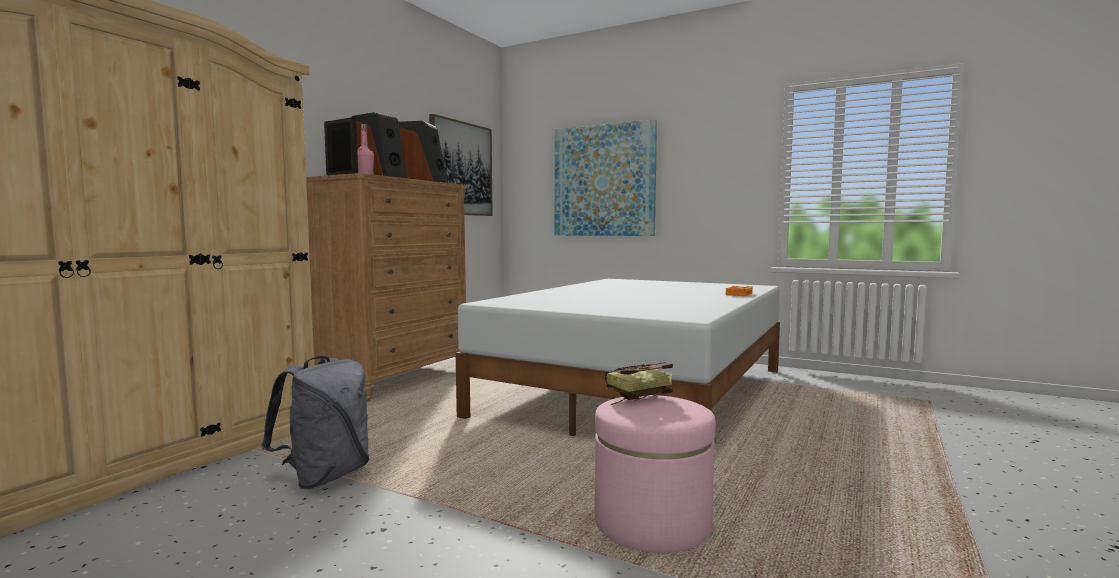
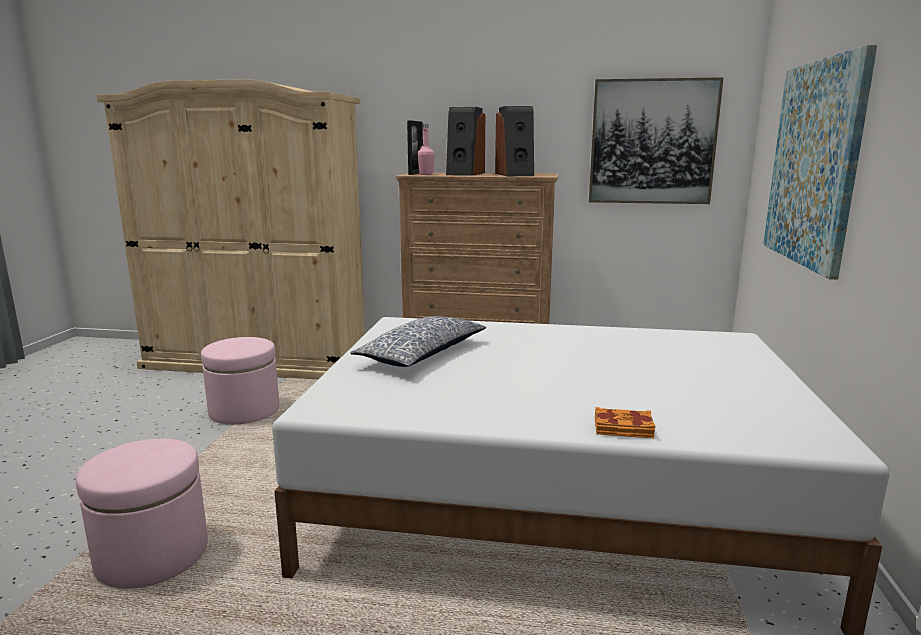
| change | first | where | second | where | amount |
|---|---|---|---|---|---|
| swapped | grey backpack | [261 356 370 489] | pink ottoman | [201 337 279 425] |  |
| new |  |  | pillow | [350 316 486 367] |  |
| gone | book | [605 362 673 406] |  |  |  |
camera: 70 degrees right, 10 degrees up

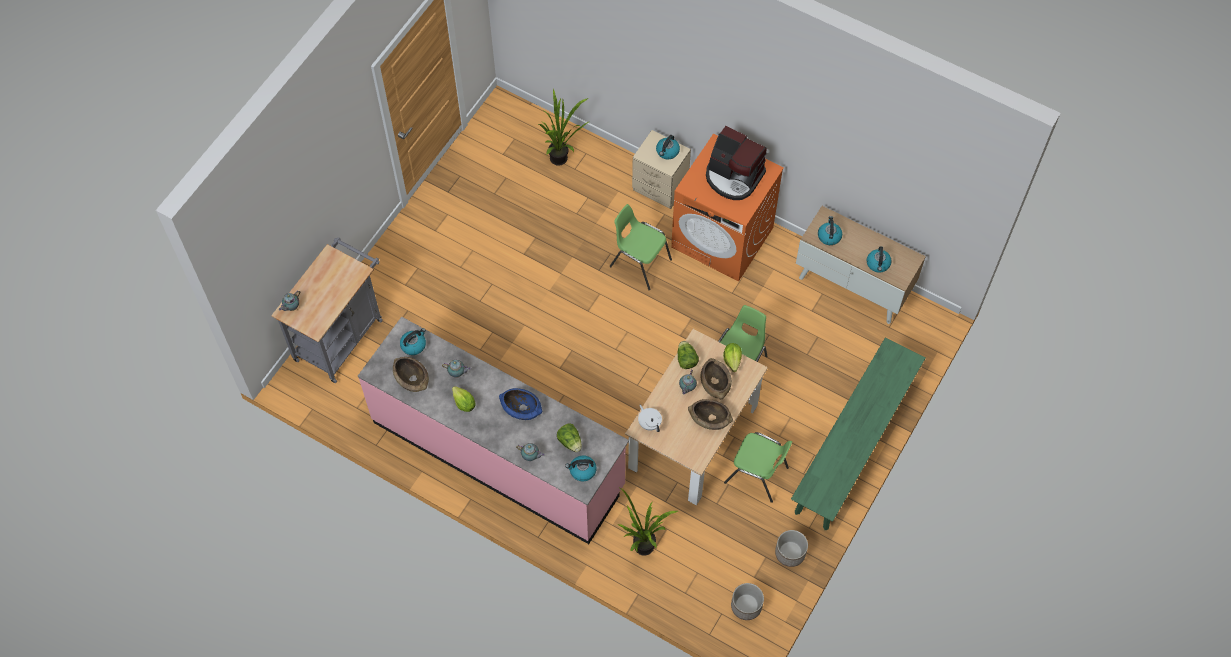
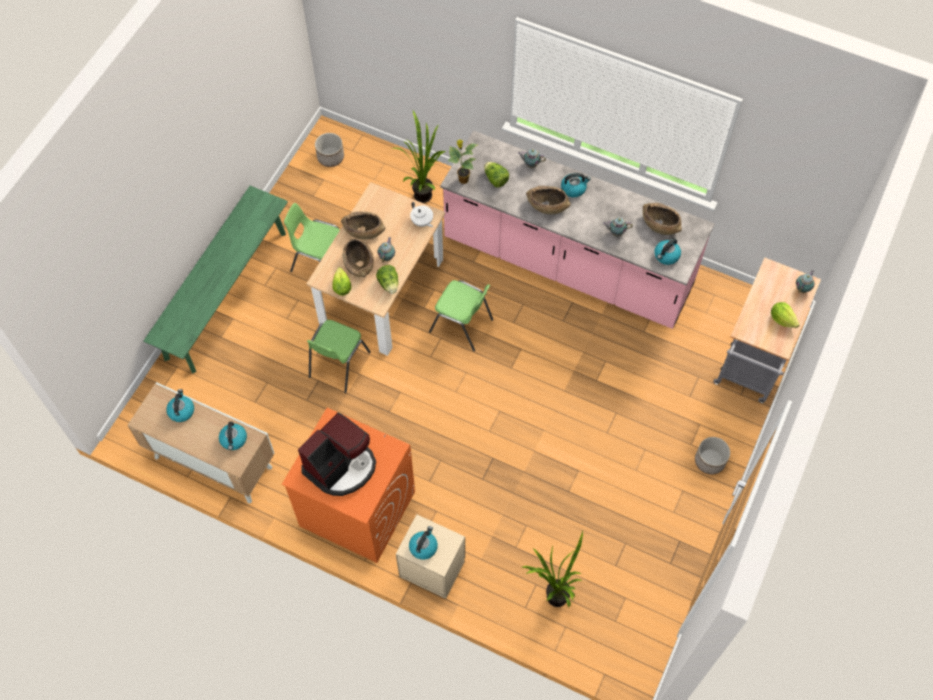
| change | first | where | second | where | amount |
|---|---|---|---|---|---|
| rotated | coffee machine | [706 126 767 200] |  | [298 412 376 496] | 105 degrees clockwise |
| shifted | green chair | [610 204 672 290] |  | [429 280 493 352] |  |
| new |  |  | potted plant | [448 139 477 184] |  |
| repainted | blue bowl | [499 388 542 420] | brown bowl | [526 186 571 214] |  |
| shifted | kettle | [565 455 597 481] |  | [561 173 591 197] |  |
| shifted | planter | [775 530 808 567] |  | [695 437 730 475] |  |
| shifted | lettuce | [452 386 475 412] |  | [771 302 800 328] |  |
camera: 175 degrees right, 0 degrees up

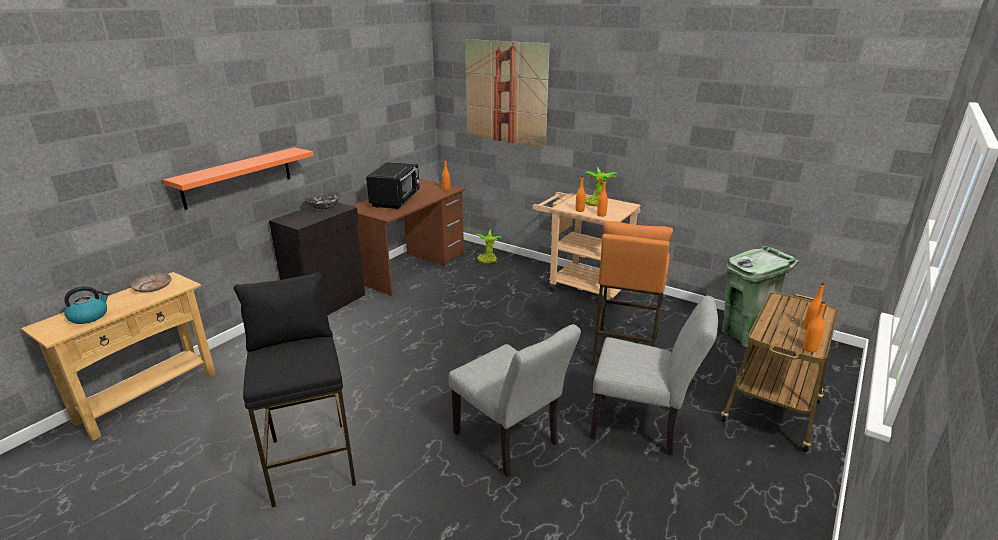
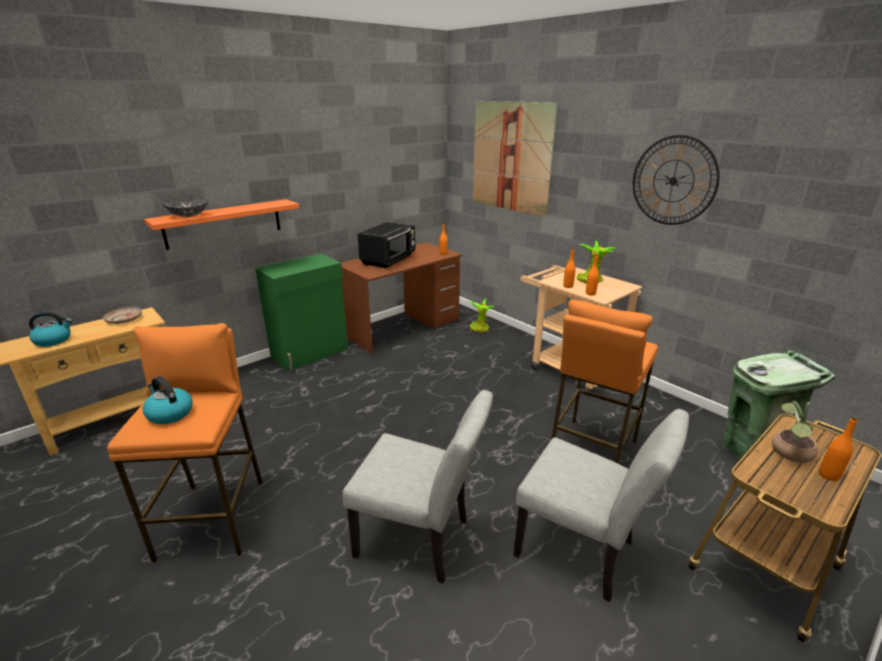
| change | first | where | second | where | amount |
|---|---|---|---|---|---|
| repainted | black stool | [233 272 356 507] | orange stool | [107 323 263 563] |  |
| new |  |  | kettle | [143 376 193 424] |  |
| shifted | bowl | [304 193 341 210] |  | [162 199 209 217] |  |
| repainted | black cabinet | [269 202 365 316] | green cabinet | [255 254 348 371] |  |
| rotated | grey chair | [449 324 581 477] |  | [342 390 493 584] | 45 degrees counterclockwise |
| new |  |  | wall clock | [633 135 720 225] |  |
| new |  |  | potted plant | [772 401 818 463] |  |
| gone | orange bottle | [803 301 825 352] |  |  |  |
camera: 15 degrees right, 0 degrees up

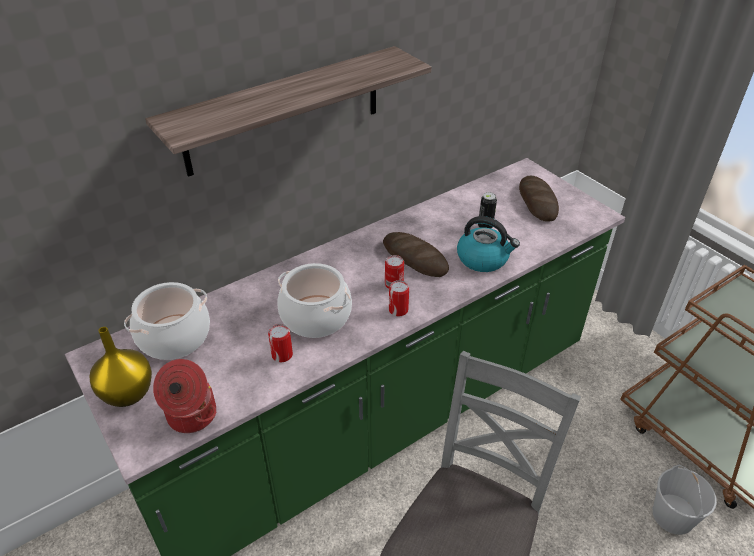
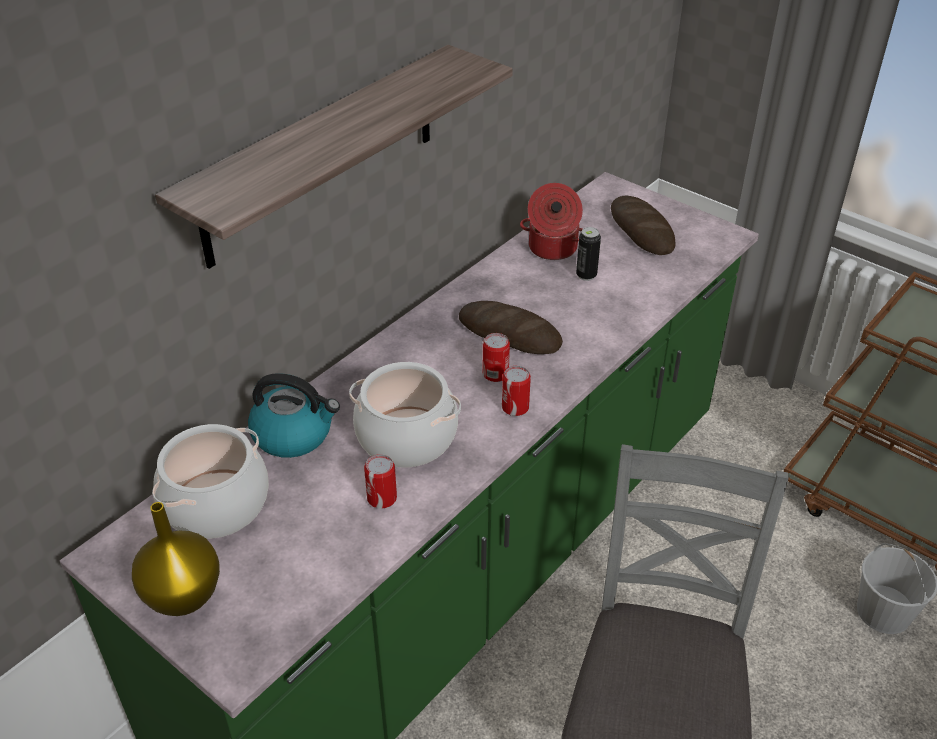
| change | first | where | second | where | amount |
|---|---|---|---|---|---|
| shifted | kettle | [457 216 520 272] |  | [248 373 340 458] |  |
| shifted | cooking pot | [153 359 216 433] |  | [520 183 583 260] |  |
camera: 15 degrees left, 0 degrees up

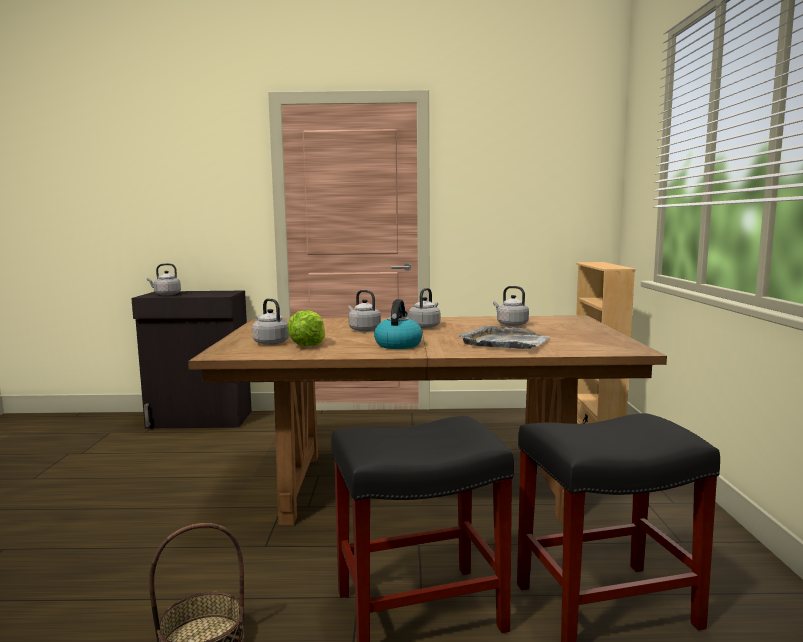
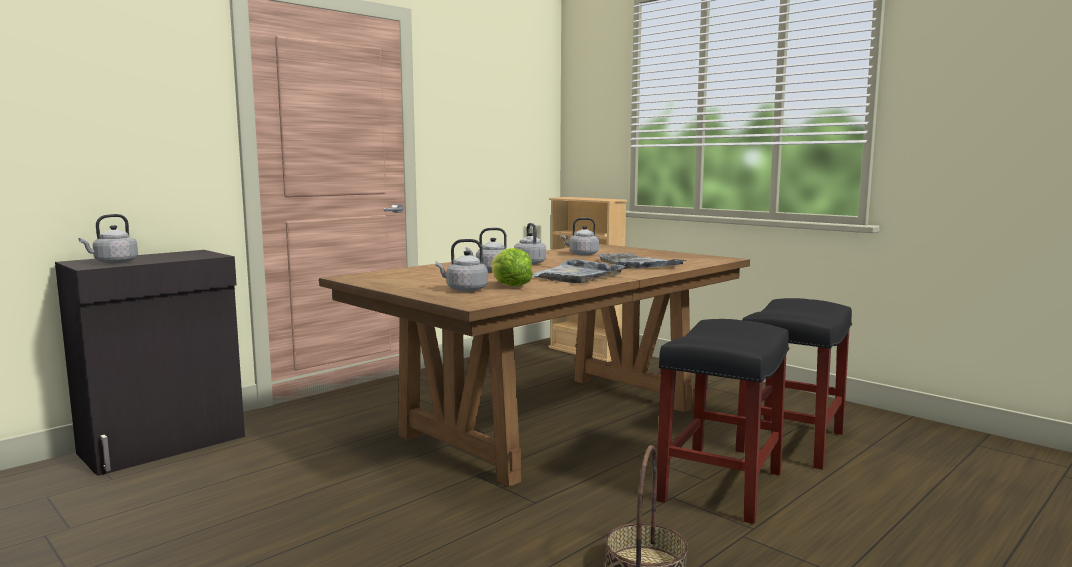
| change | first | where | second | where | amount |
|---|---|---|---|---|---|
| swapped | kettle | [374 299 423 349] | grey tray | [532 259 625 283] |  |
camera: 45 degrees left, 0 degrees up

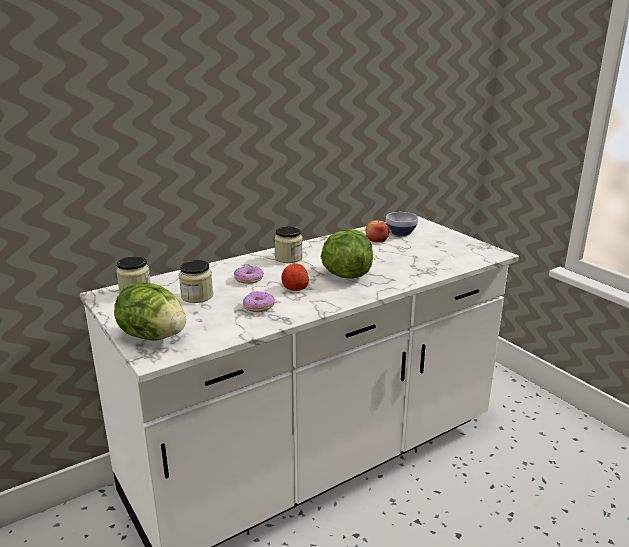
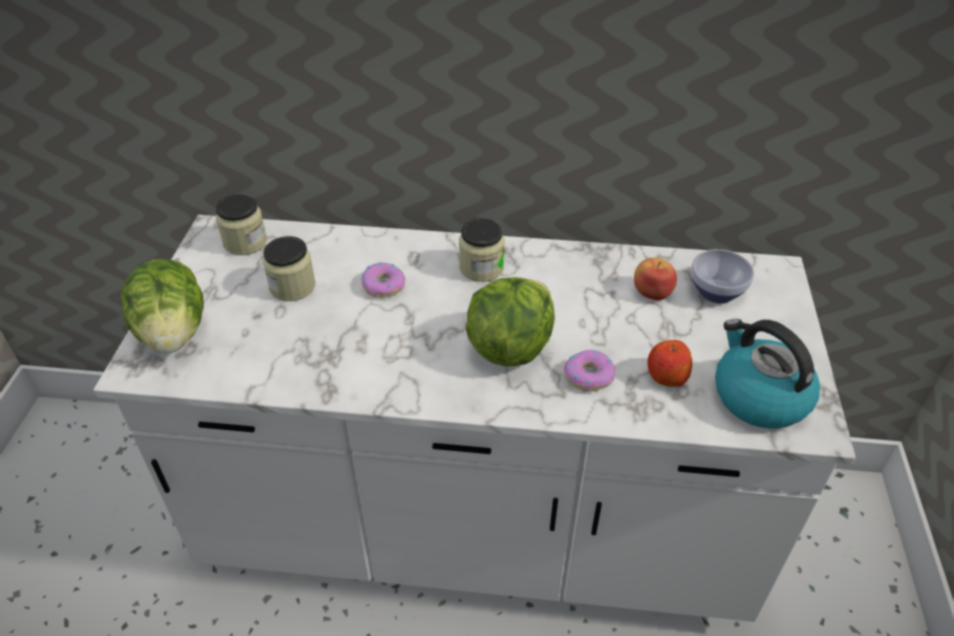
| change | first | where | second | where | amount |
|---|---|---|---|---|---|
| shifted | donut | [243 291 275 312] |  | [564 350 615 392] |  |
| shifted | apple | [281 264 309 291] |  | [648 340 692 387] |  |
| new |  |  | kettle | [715 319 820 429] |  |
camera: 40 degrees right, 20 degrees up

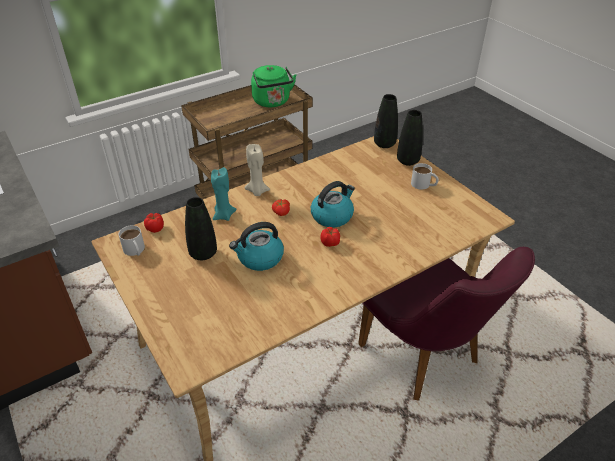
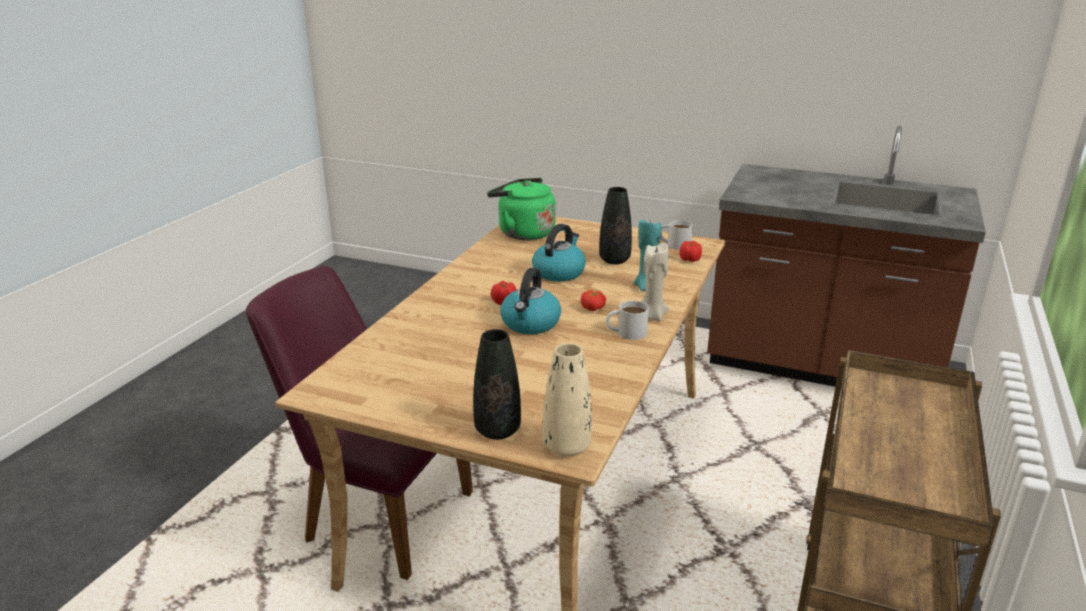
| change | first | where | second | where | amount |
|---|---|---|---|---|---|
| shifted | green kettle | [251 65 296 107] |  | [487 178 556 240] |  |
| repainted | black vase | [374 94 398 148] | beige vase | [543 343 592 457] |  |
| shifted | white mug | [411 163 439 189] |  | [606 301 649 340] |  |
camera: 145 degrees right, 15 degrees down

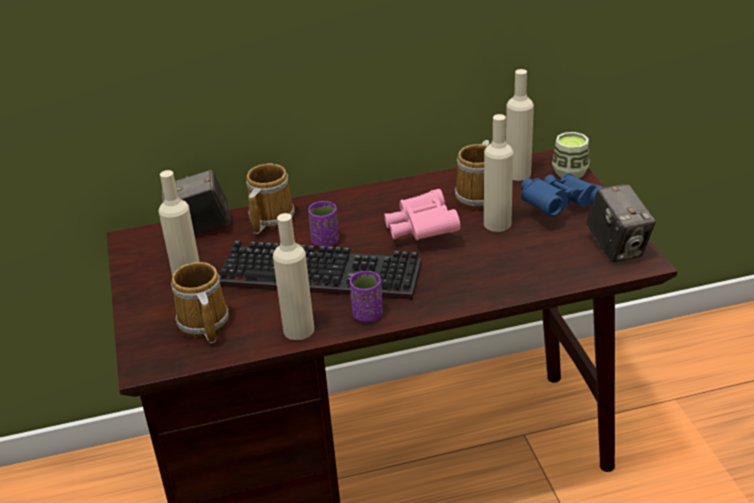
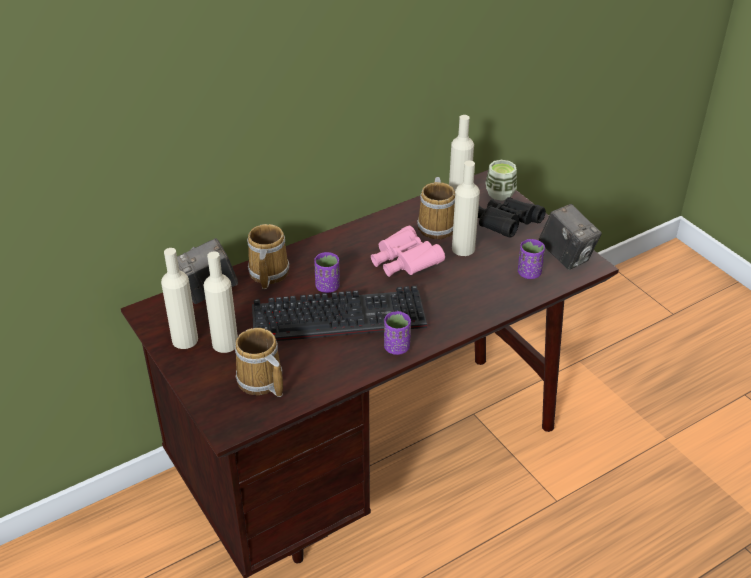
| change | first | where | second | where | amount |
|---|---|---|---|---|---|
| shifted | beige bottle | [273 213 314 340] |  | [161 248 198 349] |  |
| repainted | blue binoculars | [521 173 604 216] | black binoculars | [478 197 546 238] |  |
| new |  |  | purple cup | [518 239 545 279] |  |
camera: 20 degrees left, 5 degrees up

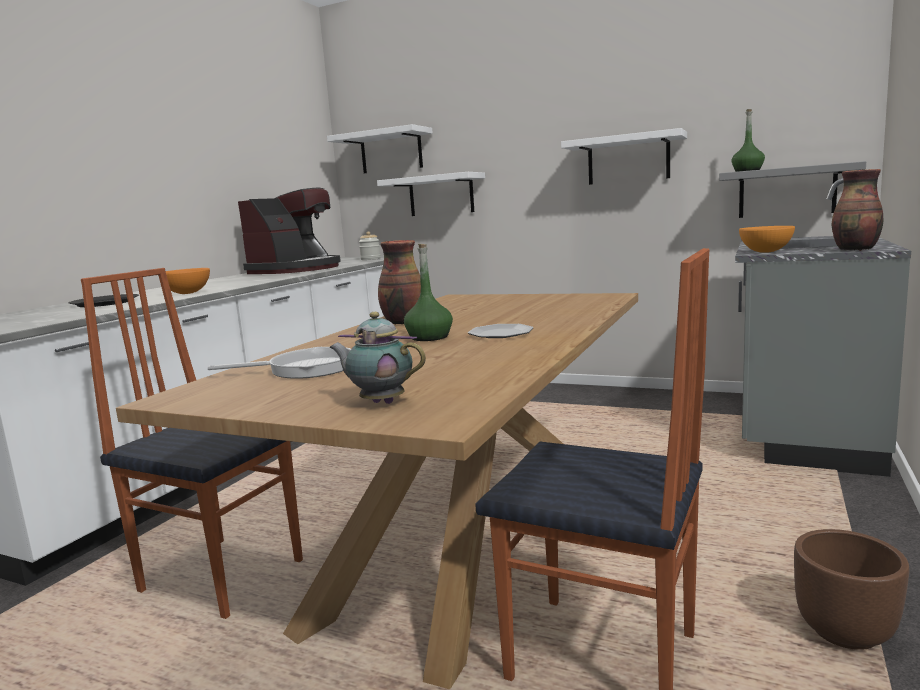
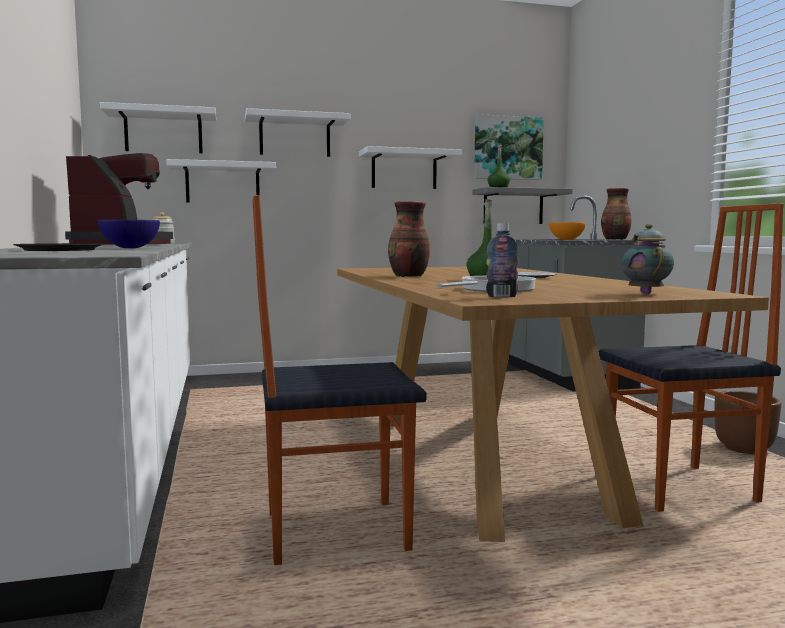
| change | first | where | second | where | amount |
|---|---|---|---|---|---|
| repainted | orange bowl | [166 268 210 294] | blue bowl | [98 220 160 248] |  |
| new |  |  | white shelf | [245 108 350 157] |  |
| new |  |  | picture | [474 114 544 180] |  |
| new |  |  | bottle | [486 223 519 297] |  |
| rotated | teapot | [329 312 426 404] |  | [621 224 674 294] | 105 degrees clockwise |
camera: 40 degrees left, 5 degrees down

